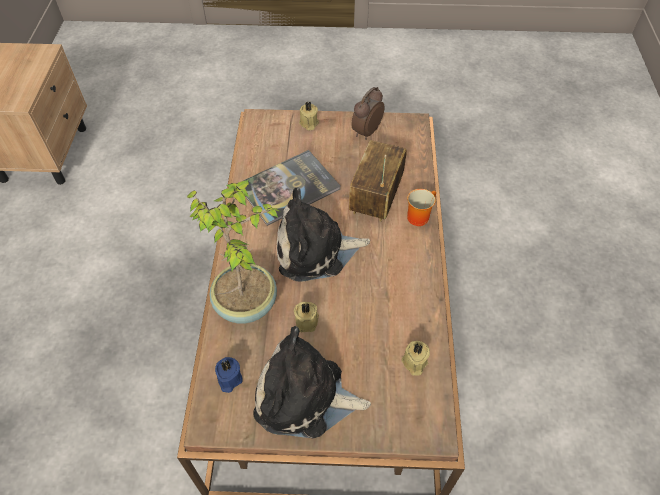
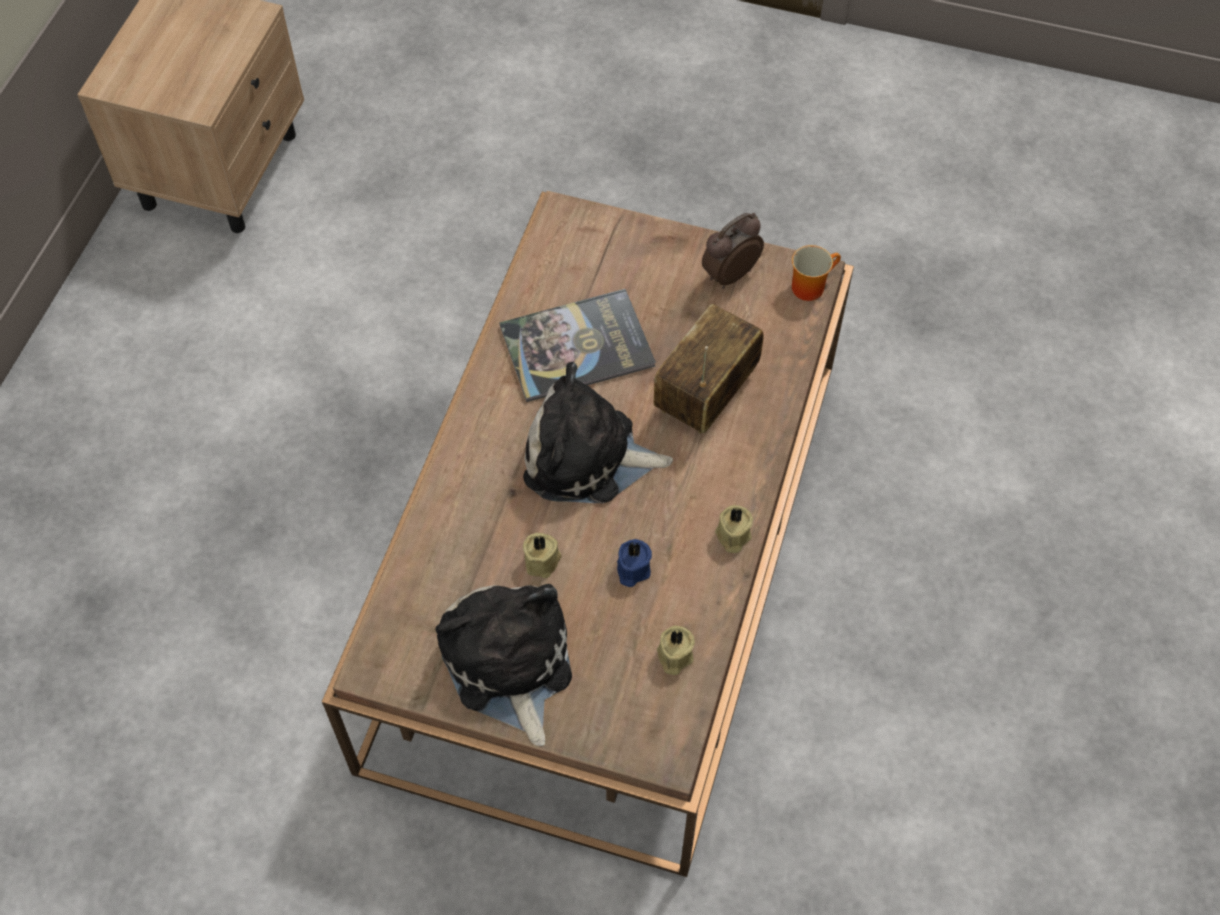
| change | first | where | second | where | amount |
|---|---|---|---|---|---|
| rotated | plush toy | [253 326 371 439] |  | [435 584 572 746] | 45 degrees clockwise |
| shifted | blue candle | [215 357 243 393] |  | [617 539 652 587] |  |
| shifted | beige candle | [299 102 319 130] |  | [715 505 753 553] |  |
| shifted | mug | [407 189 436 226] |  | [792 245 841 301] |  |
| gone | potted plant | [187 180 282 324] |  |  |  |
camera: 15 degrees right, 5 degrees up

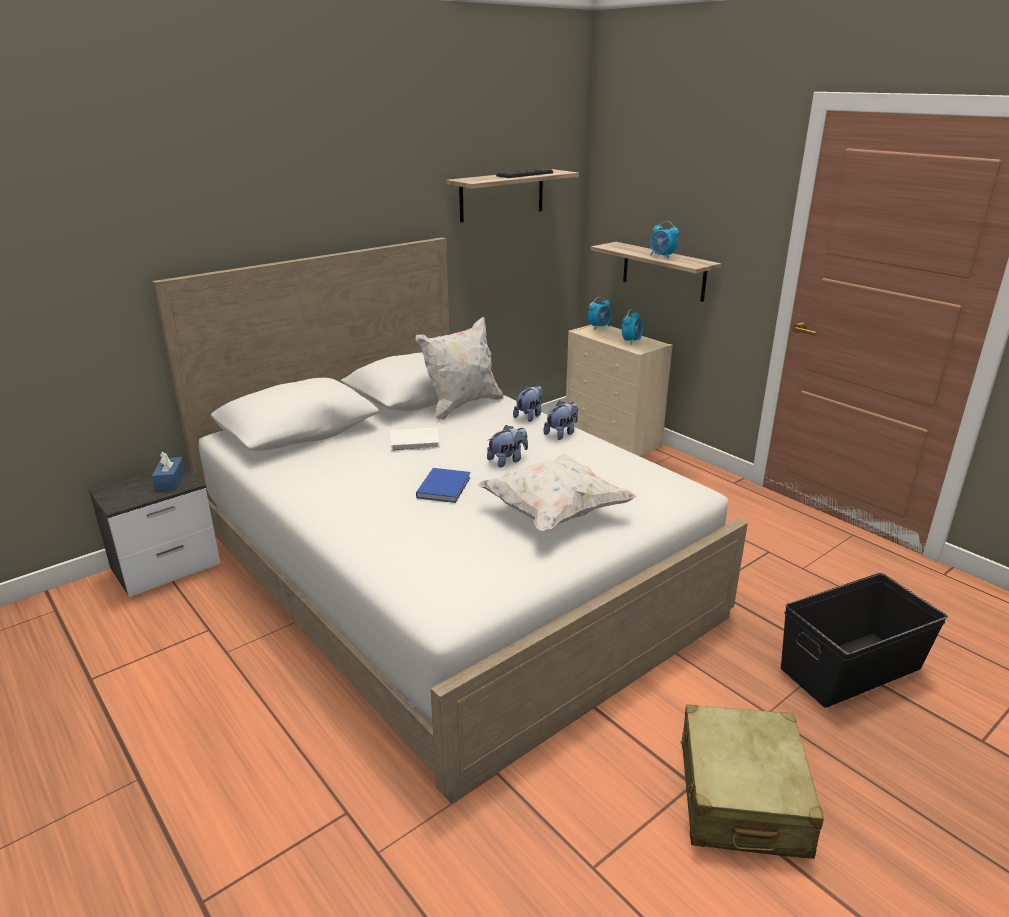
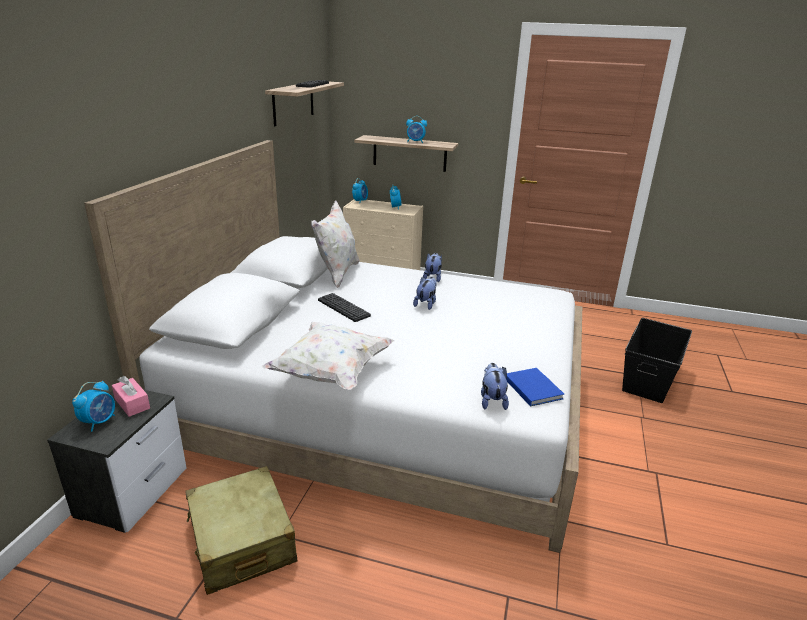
| change | first | where | second | where | amount |
|---|---|---|---|---|---|
| new |  |  | alarm clock | [72 381 115 432] |  |
| repainted | blue tissue box | [152 451 185 491] | pink tissue box | [112 376 150 417] |  |
| shifted | beige suitcase | [681 704 824 859] |  | [185 466 298 595] |  |
| shifted | white pillow | [477 454 637 531] |  | [262 322 395 390] |  |
| swapped | white book | [390 428 440 451] | keyboard | [318 293 371 322] |  |
| shifted | plush toy | [513 385 543 422] |  | [481 363 509 410] |  |
| shifted | blue book | [416 468 471 503] |  | [506 368 564 407] |  |
camera: 35 degrees left, 0 degrees up

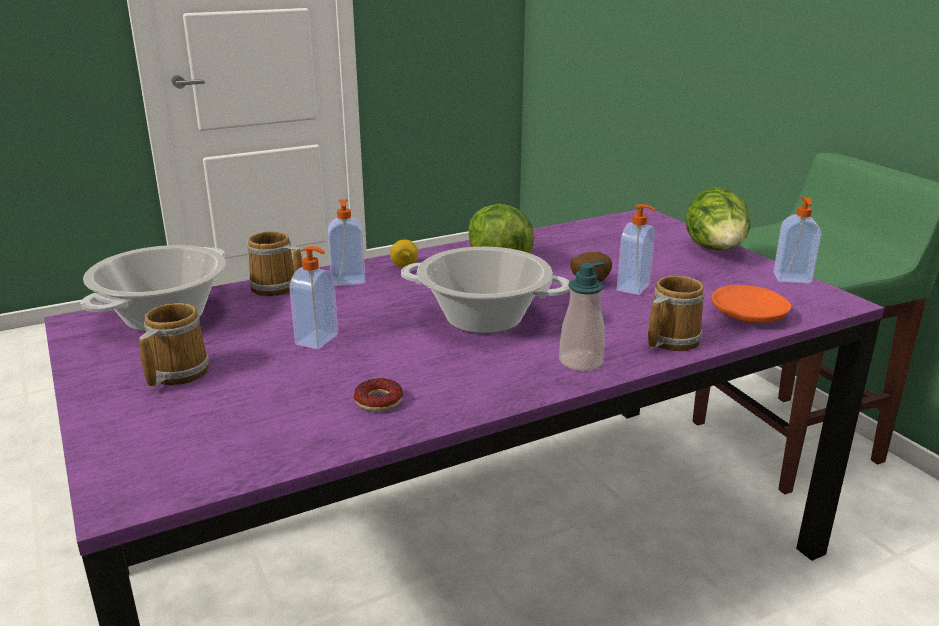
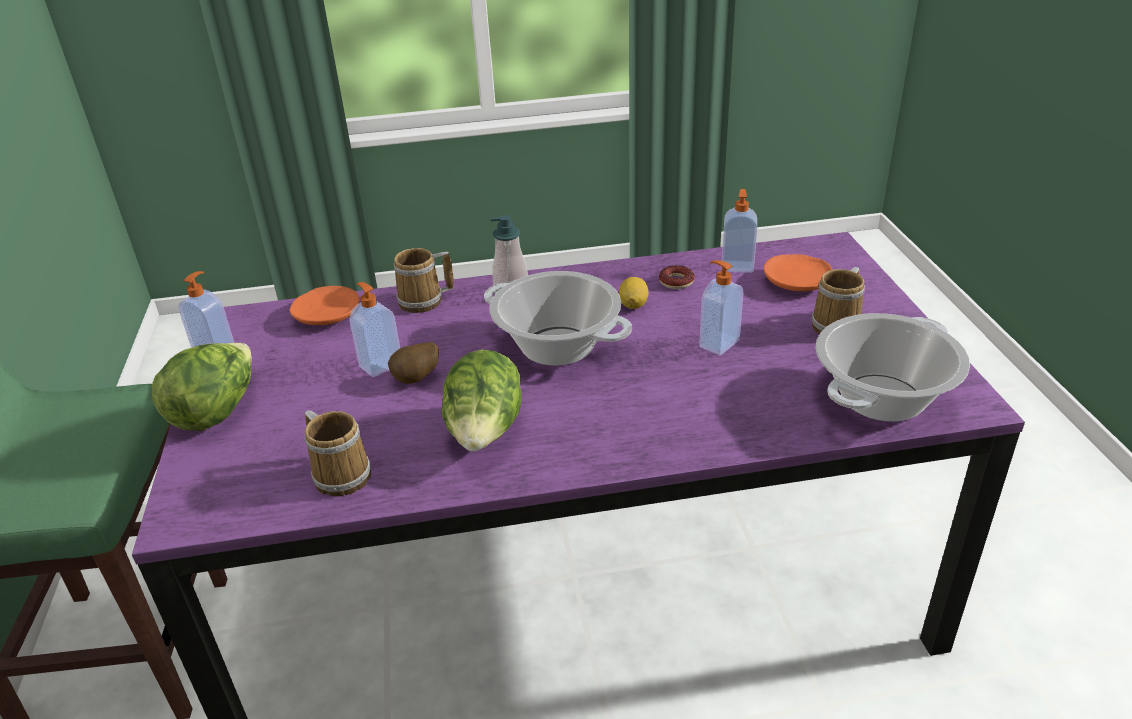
| change | first | where | second | where | amount |
|---|---|---|---|---|---|
| shifted | mug | [247 231 303 296] |  | [305 410 371 496] |  |
| shifted | lemon | [390 240 418 268] |  | [619 277 649 309] |  |
| shifted | soap dispenser | [328 199 365 286] |  | [721 189 757 273] |  |
| new |  |  | orange plate | [764 254 833 291] |  |
camera: 160 degrees left, 10 degrees up

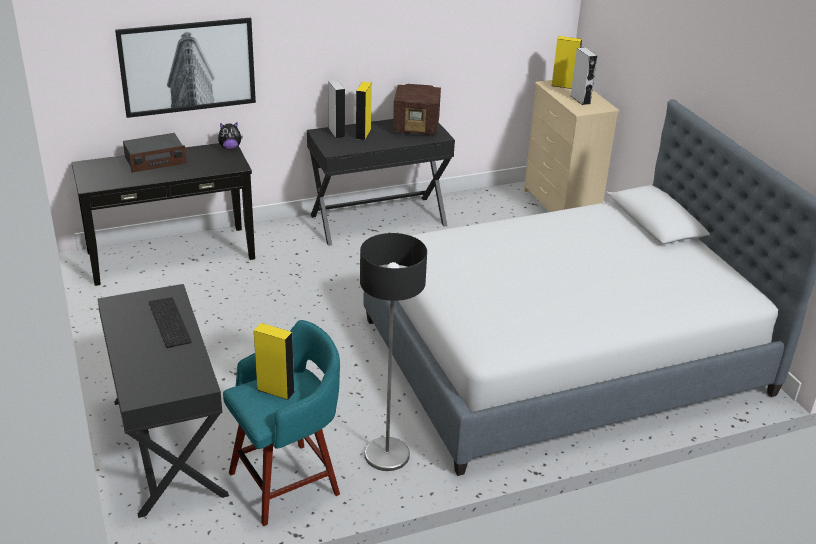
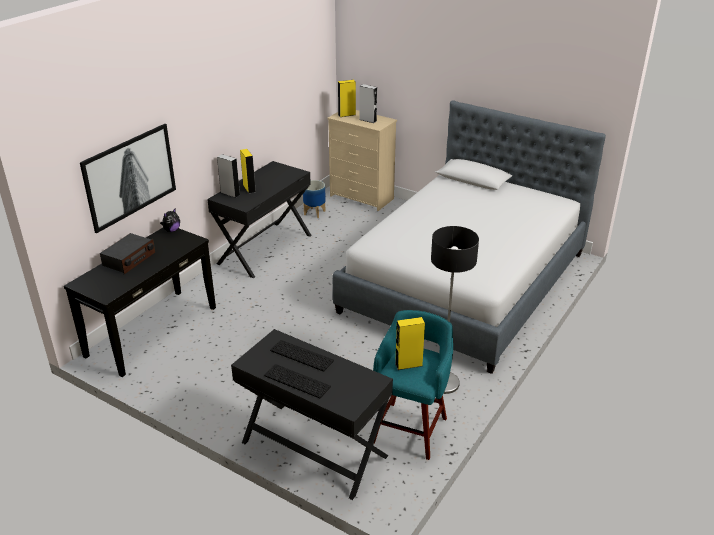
| change | first | where | second | where | amount |
|---|---|---|---|---|---|
| new |  |  | keyboard | [264 364 331 398] |  |
| new |  |  | planter | [303 180 326 218] |  |
| gone | radio | [393 84 441 135] |  |  |  |
camera: 35 degrees left, 0 degrees up

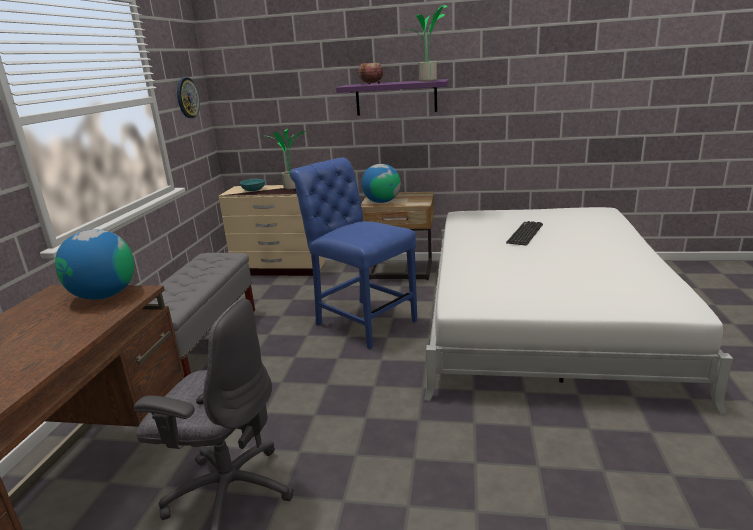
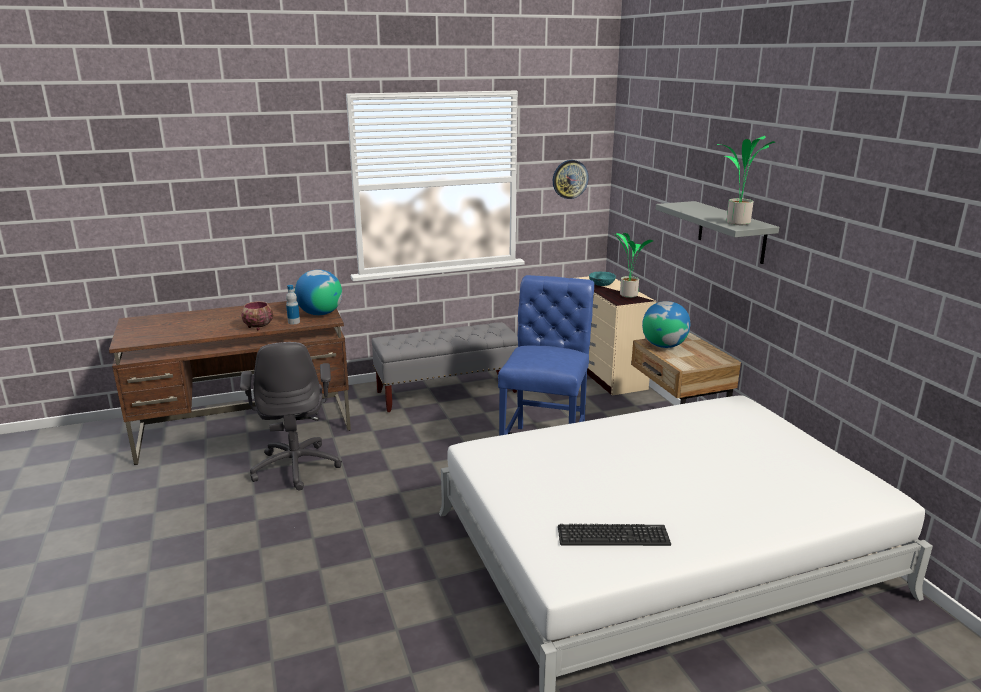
| change | first | where | second | where | amount |
|---|---|---|---|---|---|
| shifted | bowl | [358 63 383 84] |  | [241 301 273 330] |  |
| new |  |  | bottle | [286 285 300 325] |  |
| shifted | keyboard | [506 221 543 246] |  | [558 524 671 546] |  |
| repainted | purple shelf | [336 79 448 116] | grey shelf | [656 201 779 264] |  |
camera: 60 degrees right, 0 degrees up

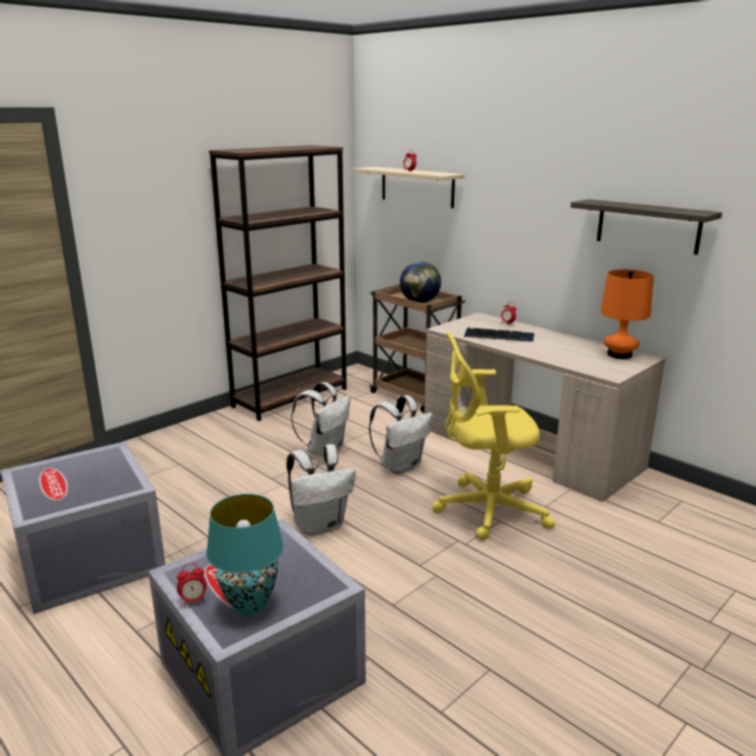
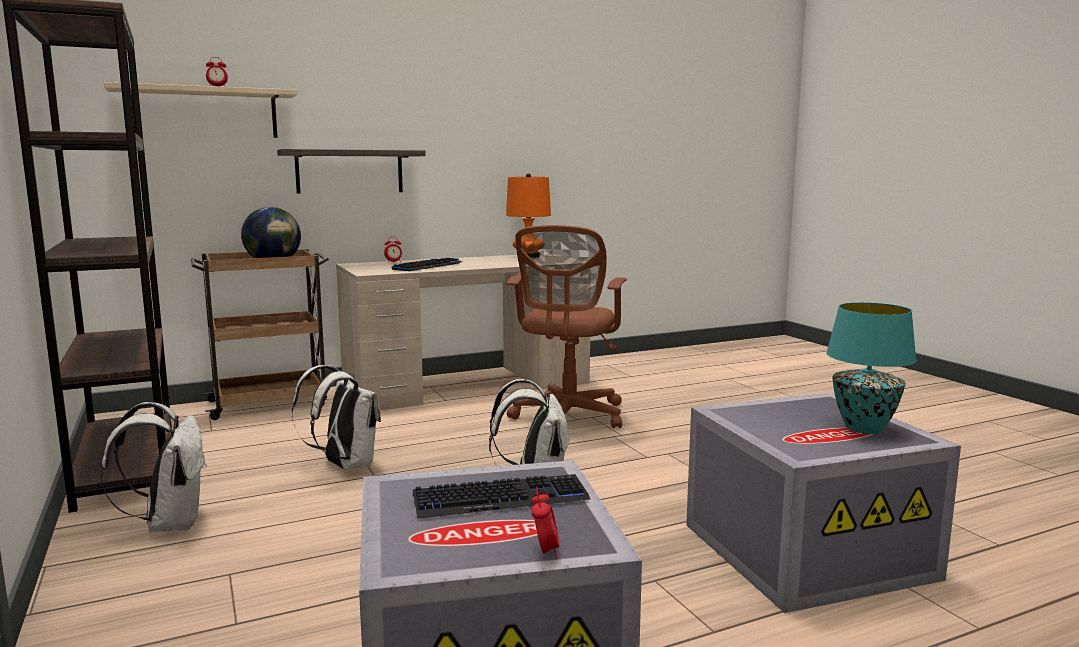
| change | first | where | second | where | amount |
|---|---|---|---|---|---|
| shifted | white backpack | [369 395 433 475] |  | [100 402 207 532] |  |
| shifted | shelf | [571 199 722 255] |  | [277 149 426 194] |  |
| new |  |  | keyboard | [412 474 590 519] |  |
| repainted | yellow office chair | [432 332 555 541] | brown office chair | [507 225 627 429] |  |
| shifted | alarm clock | [177 563 207 607] |  | [531 487 560 559] |  |
camera: 70 degrees left, 10 degrees down

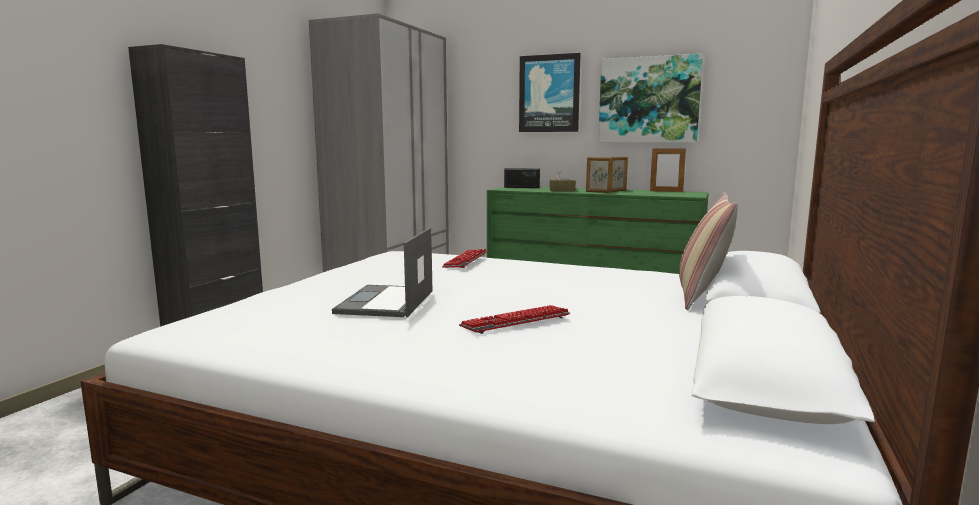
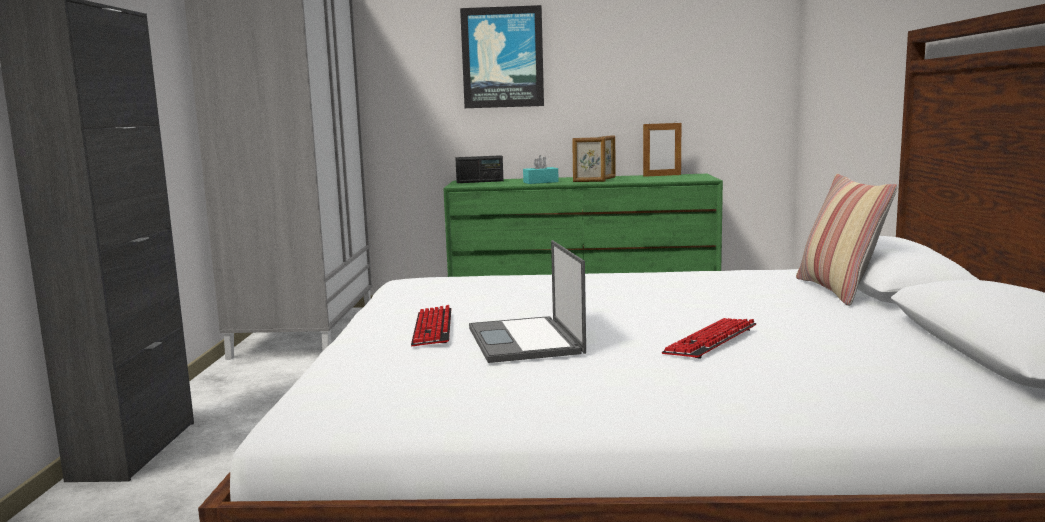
| change | first | where | second | where | amount |
|---|---|---|---|---|---|
| shifted | keyboard | [442 249 487 268] |  | [411 305 451 346] |  |
| repainted | brown tissue box | [549 169 576 191] | turquoise tissue box | [523 155 559 184] |  |
| gone | picture | [598 54 703 142] |  |  |  |
camera: 20 degrees left, 0 degrees up

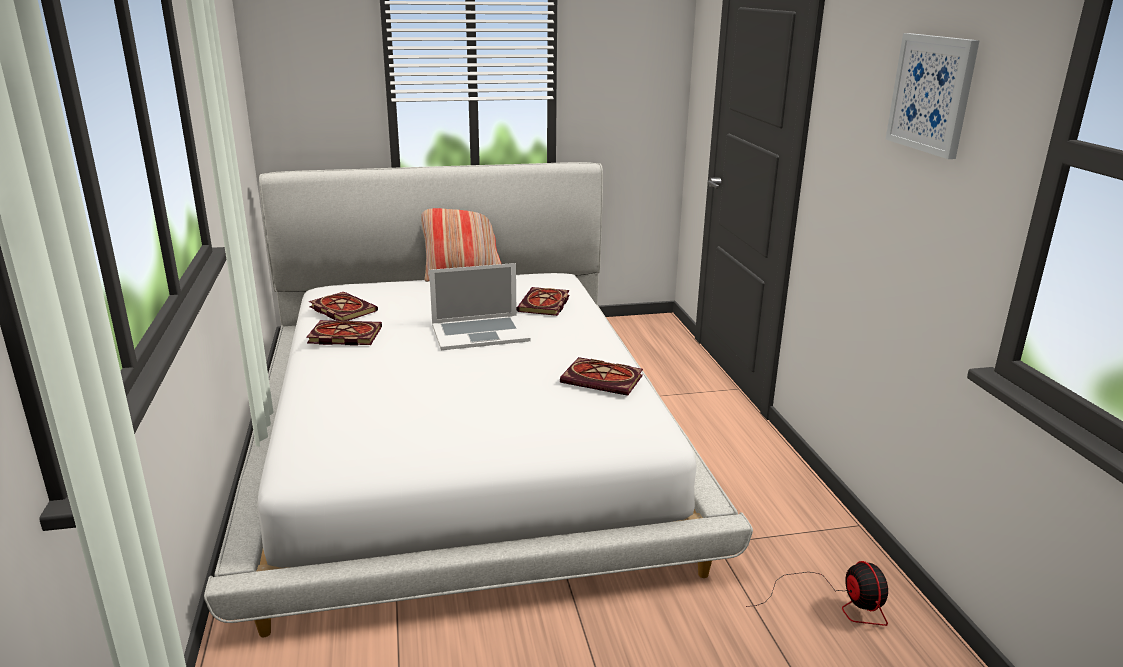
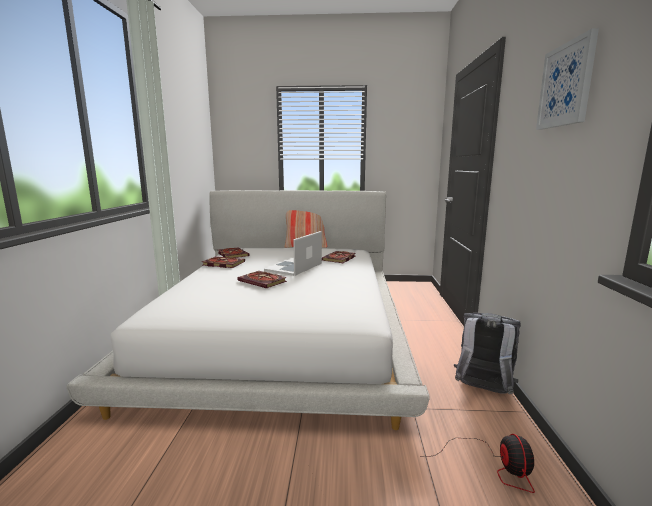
| change | first | where | second | where | amount |
|---|---|---|---|---|---|
| shifted | book | [560 357 643 396] |  | [237 271 287 288] |  |
| rotated | laptop | [429 263 531 350] |  | [264 231 322 276] | 120 degrees clockwise |
| new |  |  | grey backpack | [454 313 521 394] |  |
camera: 15 degrees right, 10 degrees down

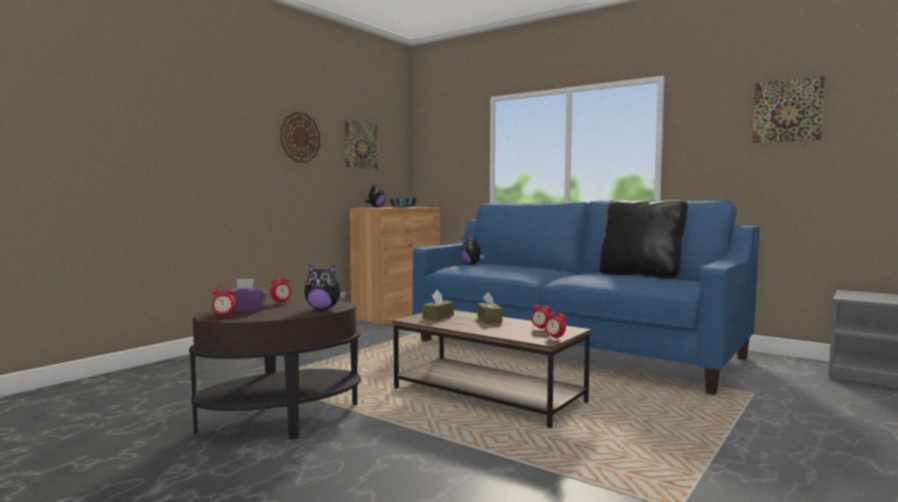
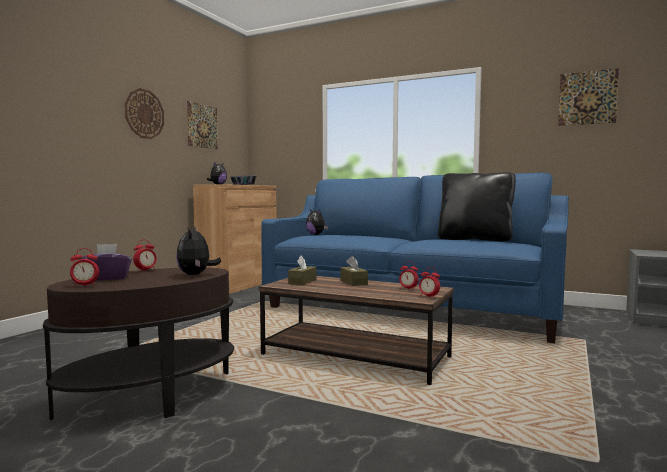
| change | first | where | second | where | amount |
|---|---|---|---|---|---|
| rotated | plush toy | [304 265 346 310] |  | [176 226 221 275] | 90 degrees clockwise |
camera: 10 degrees left, 0 degrees up

